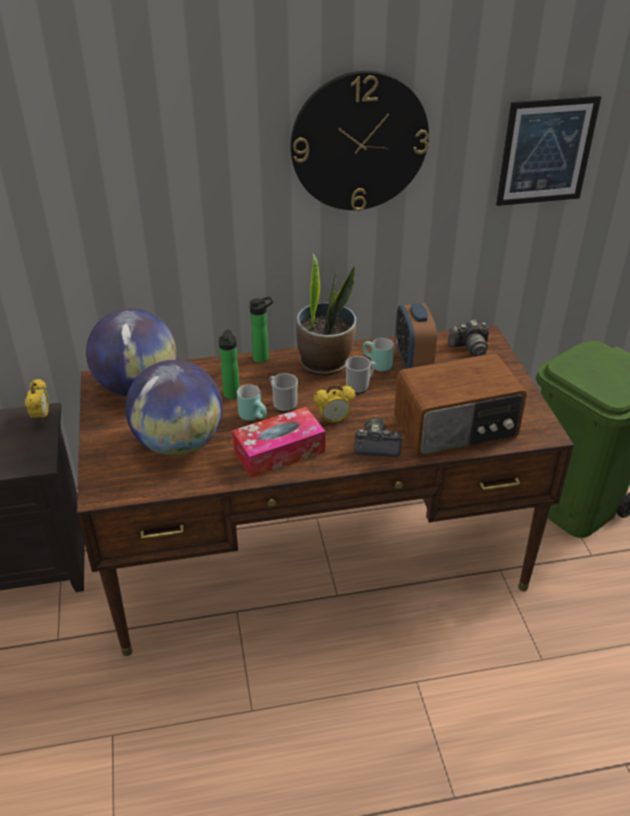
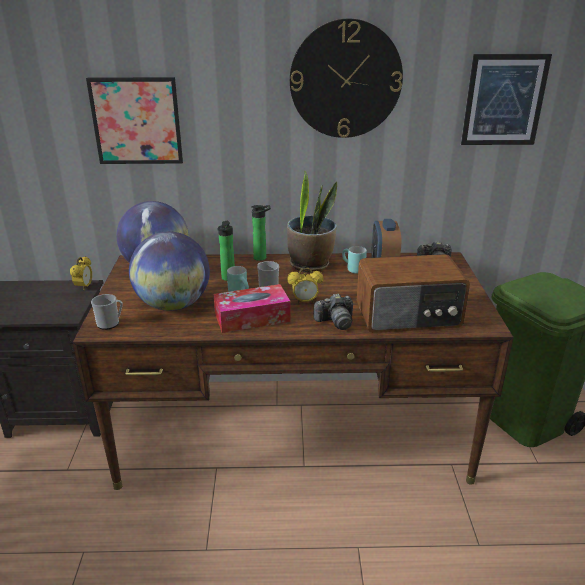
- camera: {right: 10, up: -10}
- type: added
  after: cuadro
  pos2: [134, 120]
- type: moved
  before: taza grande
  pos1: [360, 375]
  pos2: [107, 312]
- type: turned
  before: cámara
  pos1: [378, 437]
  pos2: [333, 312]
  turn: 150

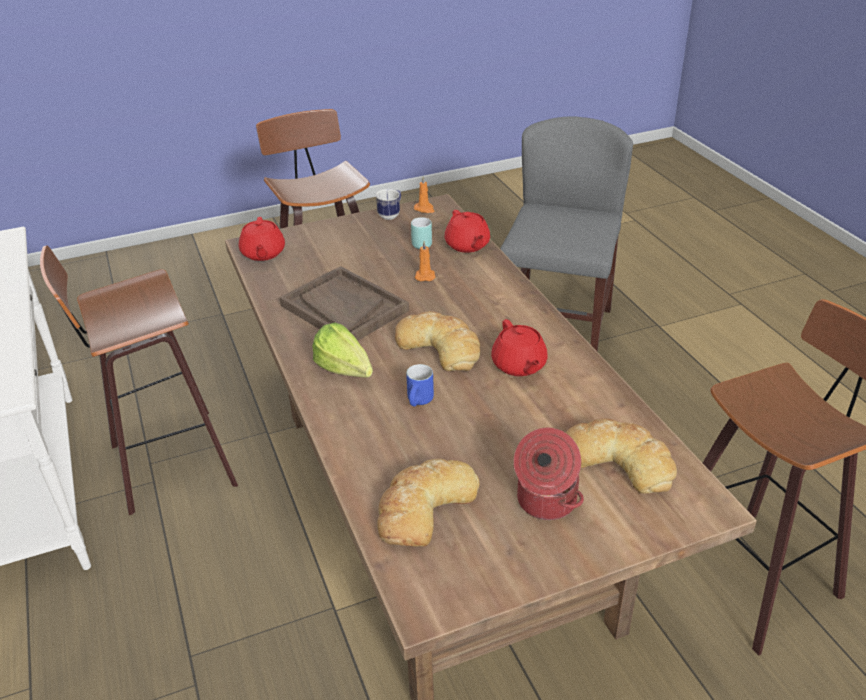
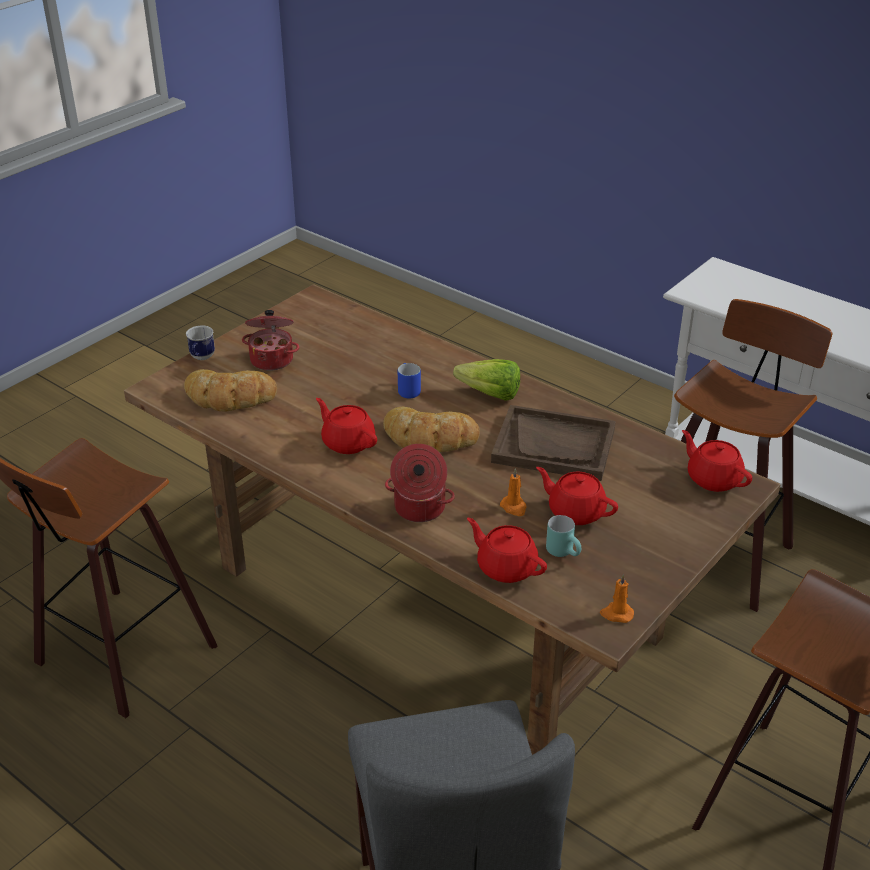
- camera: {right: 150, up: 0}
- type: moved
  before: taza grande
  pos1: [388, 204]
  pos2: [200, 342]
- type: added
  after: olla
  pos2: [420, 483]
- type: added
  after: tetera (rojo)
  pos2: [577, 496]
- type: removed
  before: pan
  pos1: [428, 503]

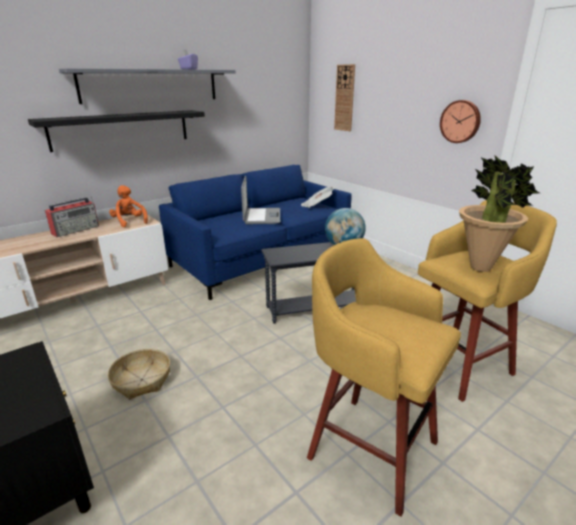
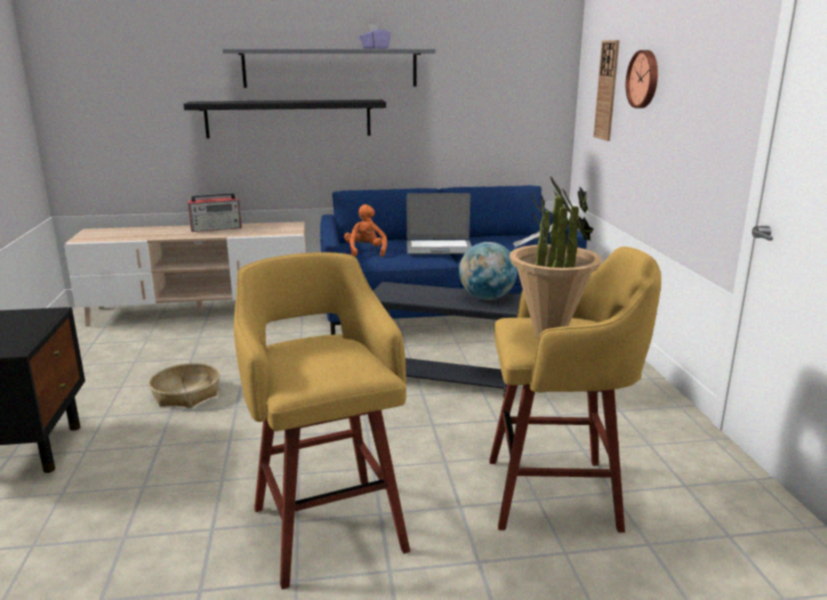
- camera: {right: 30, up: -5}
- type: moved
  before: peluche (naranja)
  pos1: [128, 206]
  pos2: [365, 230]
- type: turned
  before: portátil
  pos1: [260, 200]
  pos2: [439, 223]
  turn: 60
- type: moved
  before: reloj de pared
  pos1: [460, 121]
  pos2: [642, 79]

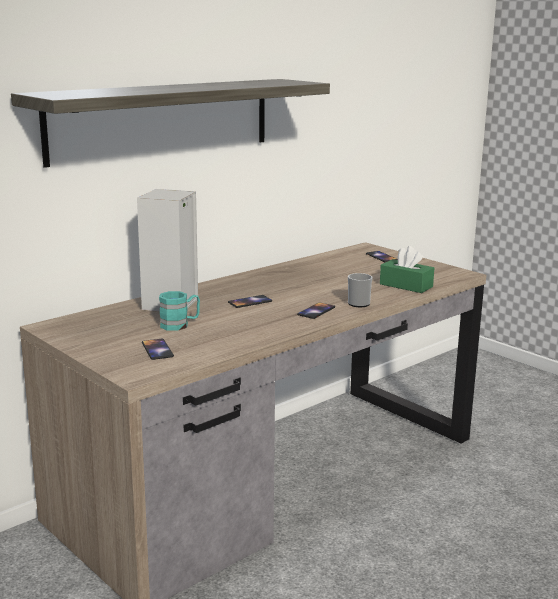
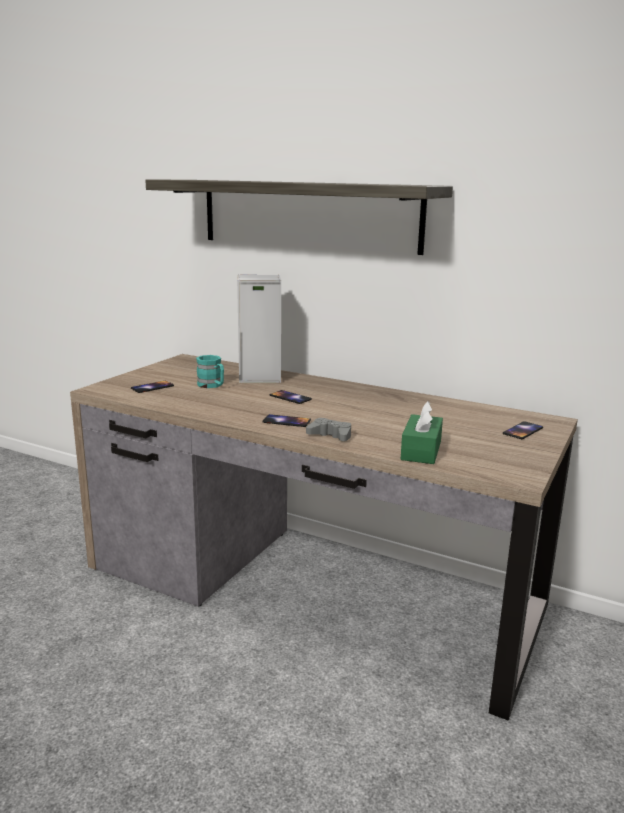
- camera: {right: 70, up: 0}
- type: replaced
  before: taza grande
  after: mando de consola (gris)
  pos1: [360, 290]
  pos2: [328, 429]

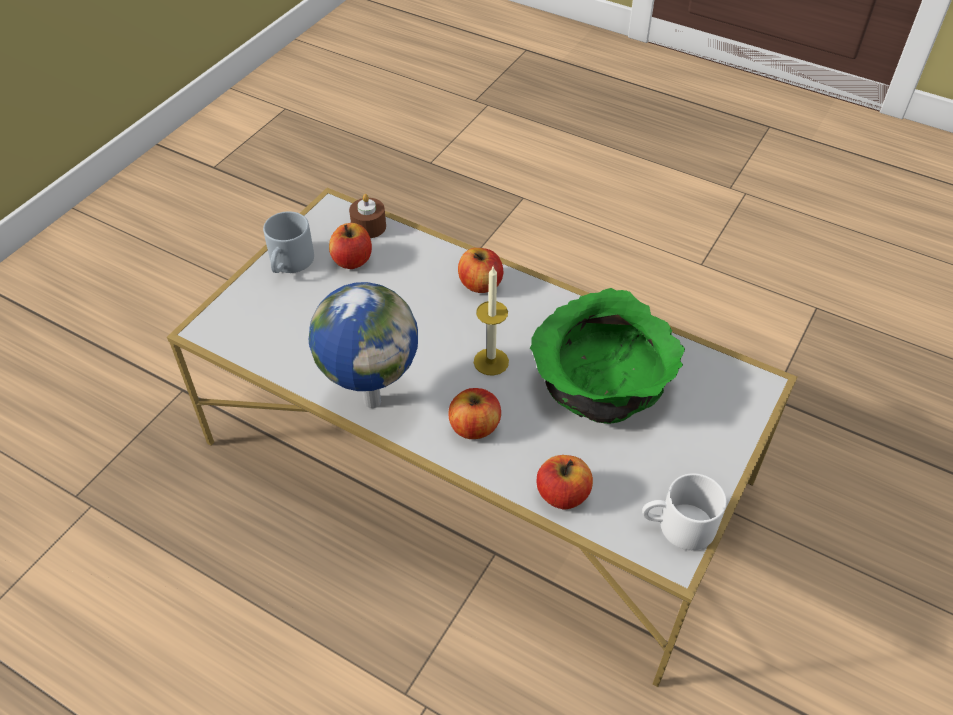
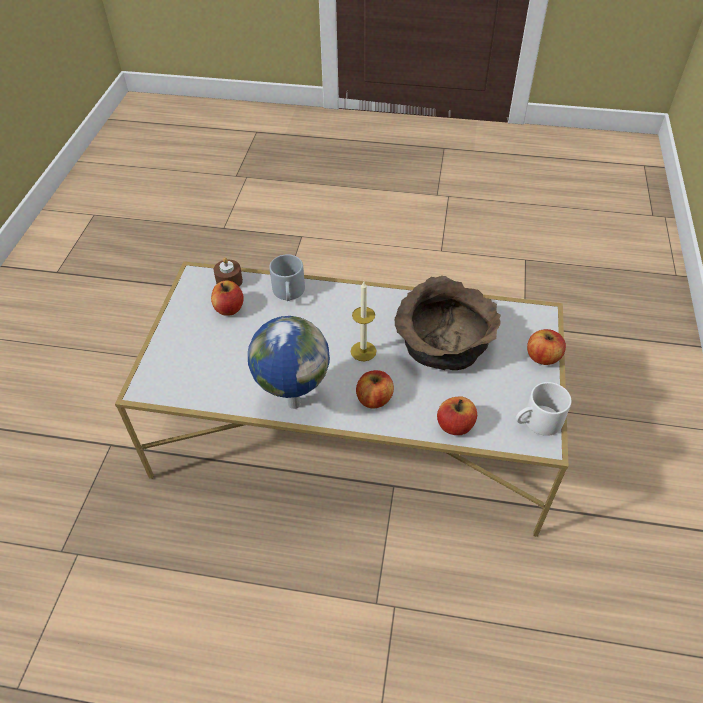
- camera: {right: -20, up: 0}
- type: moved
  before: taza grande (gris)
  pos1: [288, 242]
  pos2: [287, 277]
- type: recoloured
  before: cuenco (verde)
  after: cuenco (marrón)
  pos1: [607, 356]
  pos2: [448, 323]
- type: moved
  before: manzana
  pos1: [480, 270]
  pos2: [546, 347]

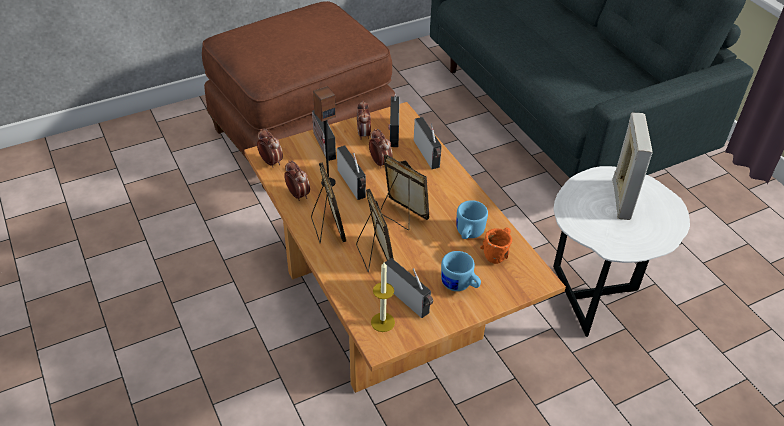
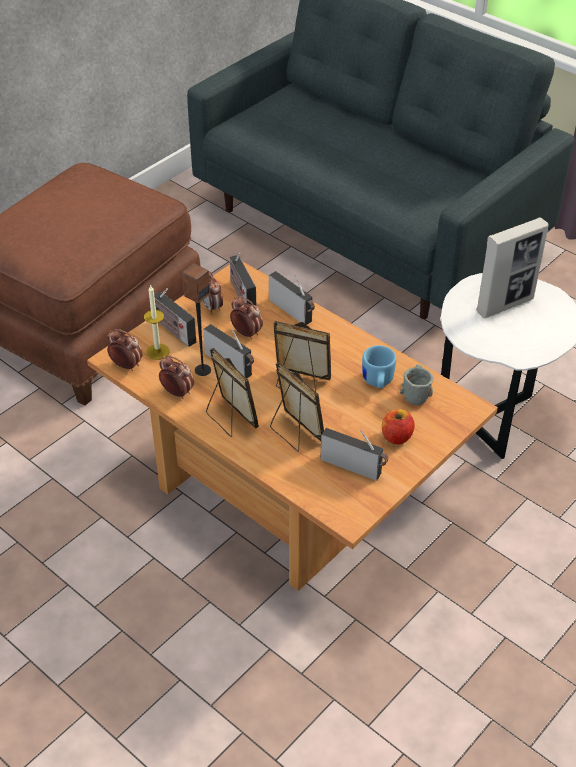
- camera: {right: -20, up: 0}
- type: moved
  before: vela
  pos1: [383, 297]
  pos2: [156, 322]
- type: replaced
  before: taza grande (azul)
  after: manzana
  pos1: [461, 271]
  pos2: [398, 426]
- type: recoloured
  before: taza grande (naranja)
  after: taza grande (gris)
  pos1: [496, 246]
  pos2: [416, 384]
- type: turned
  before: portarretratos
  pos1: [632, 166]
  pos2: [513, 267]
  turn: 75

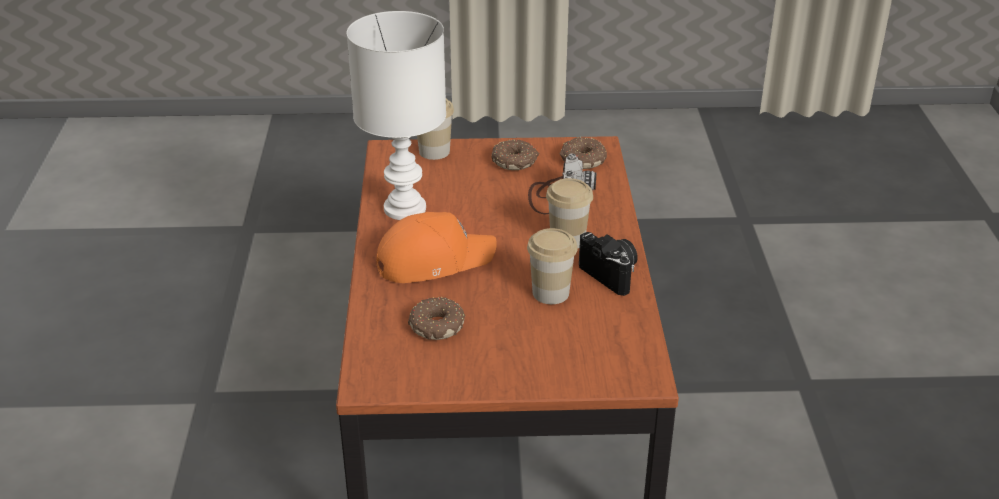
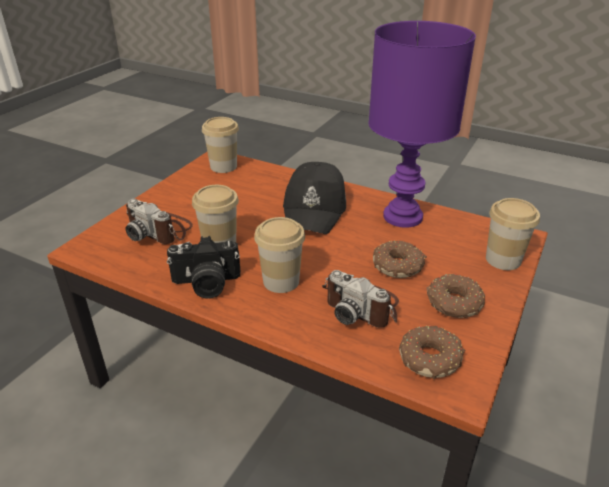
- camera: {right: 120, up: 0}
- type: added
  after: cámara
  pos2: [159, 221]
- type: added
  after: taza
  pos2: [220, 145]
- type: recoloured
  before: gorra (naranja)
  after: gorra (negro)
  pos1: [436, 247]
  pos2: [314, 198]
- type: recoloured
  before: lámpara de mesa (blanco)
  after: lámpara de mesa (morado)
  pos1: [396, 115]
  pos2: [422, 124]
- type: moved
  before: rosquilla
  pos1: [436, 318]
  pos2: [400, 259]

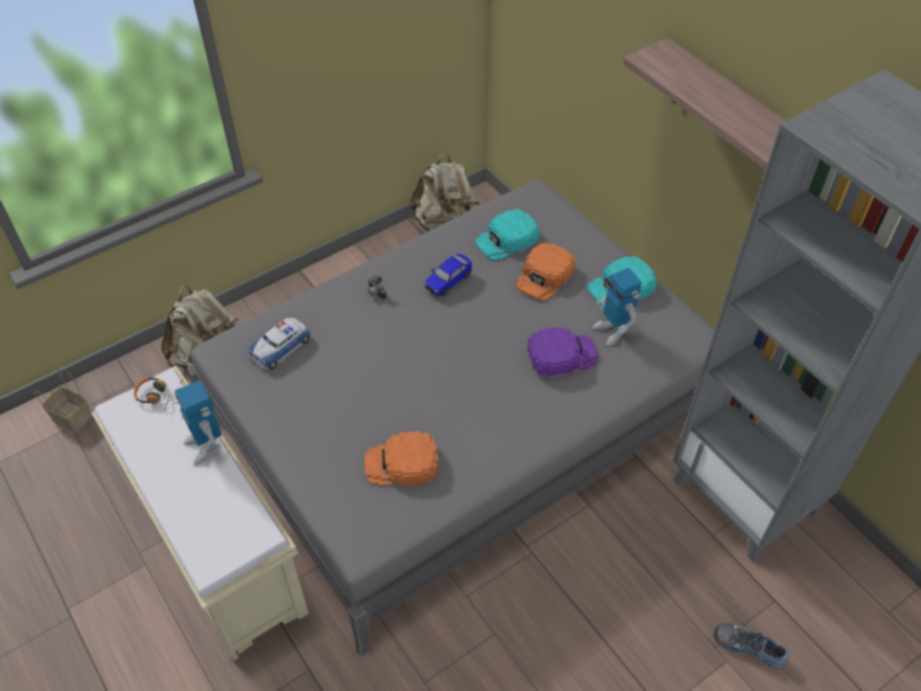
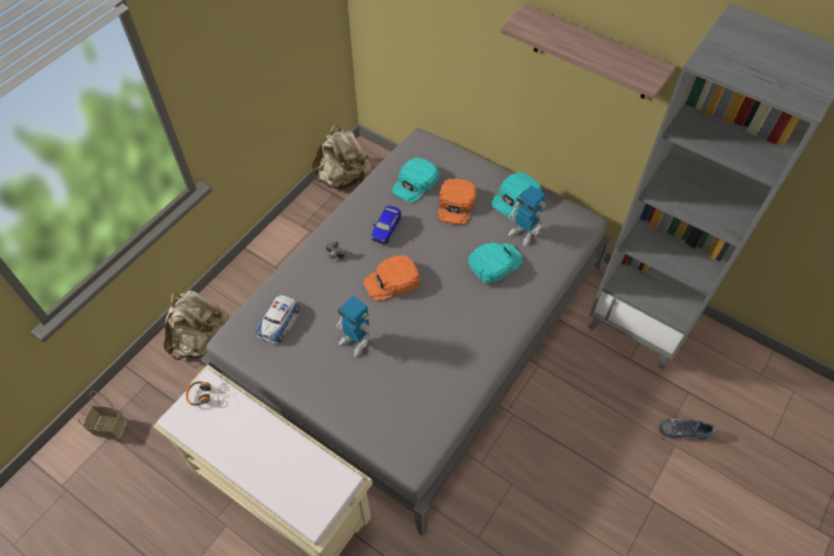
- camera: {right: -20, up: 5}
- type: moved
  before: robot de juguete
  pos1: [198, 422]
  pos2: [354, 327]
- type: moved
  before: gorra (naranja)
  pos1: [401, 459]
  pos2: [391, 278]
- type: recoloured
  before: gorra (morado)
  after: gorra (turquesa)
  pos1: [563, 352]
  pos2: [495, 263]

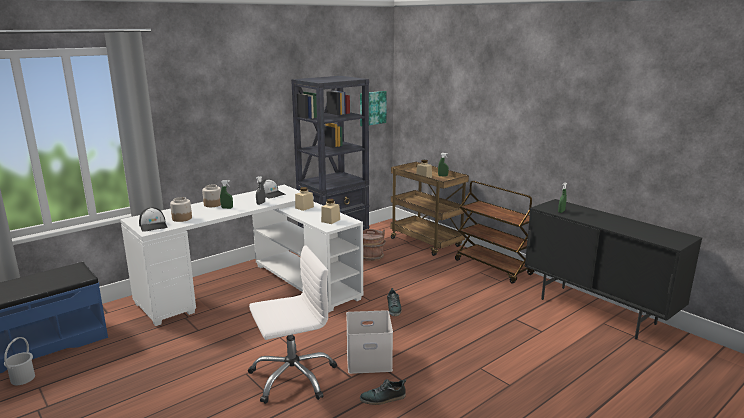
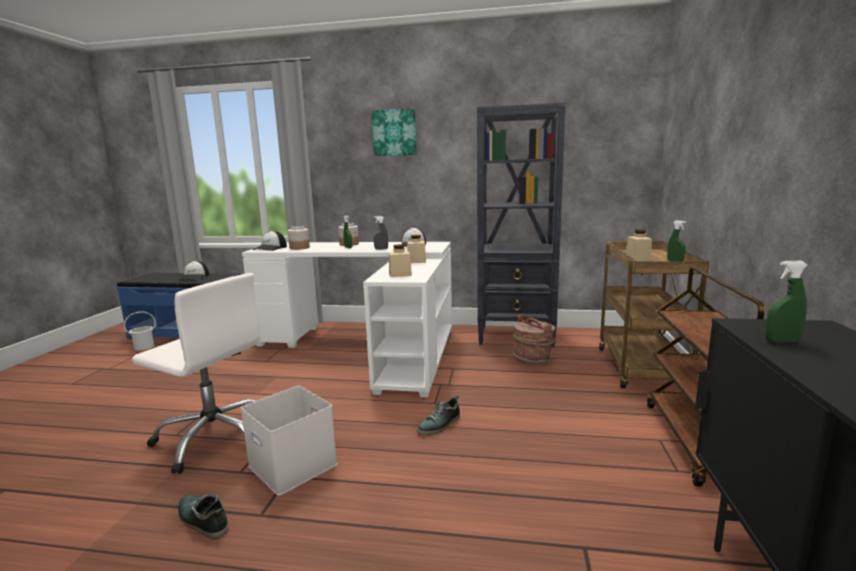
- camera: {right: 50, up: -5}
- type: added
  after: gorra
  pos2: [194, 270]
- type: moved
  before: cuadro
  pos1: [373, 108]
  pos2: [394, 132]

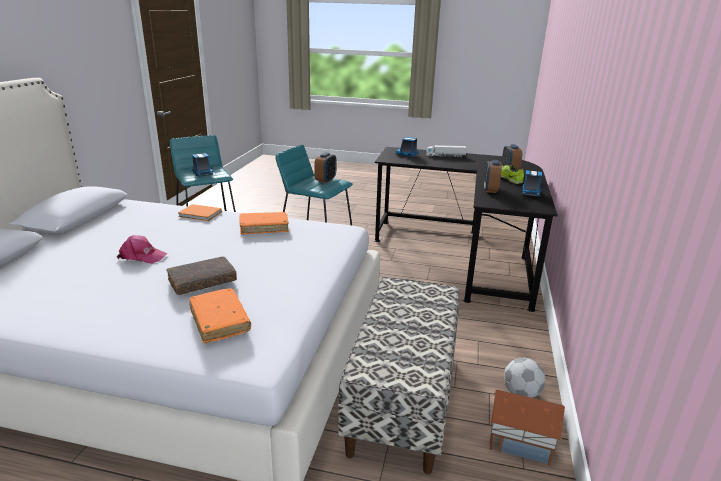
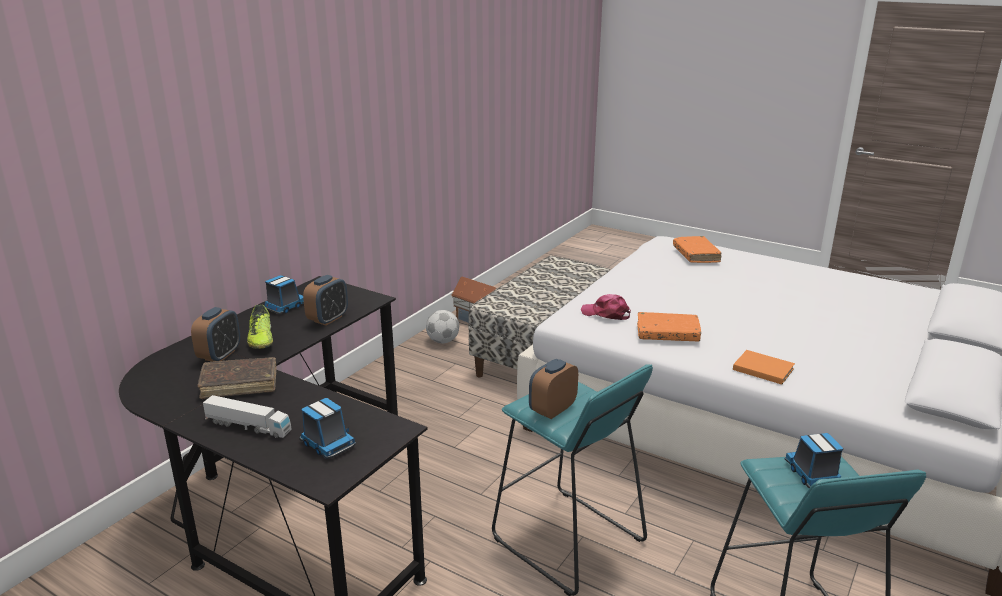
- camera: {right: -160, up: 0}
- type: moved
  before: libro (marrón)
  pos1: [201, 275]
  pos2: [236, 378]
- type: moved
  before: gorra (rosa)
  pos1: [142, 249]
  pos2: [606, 307]

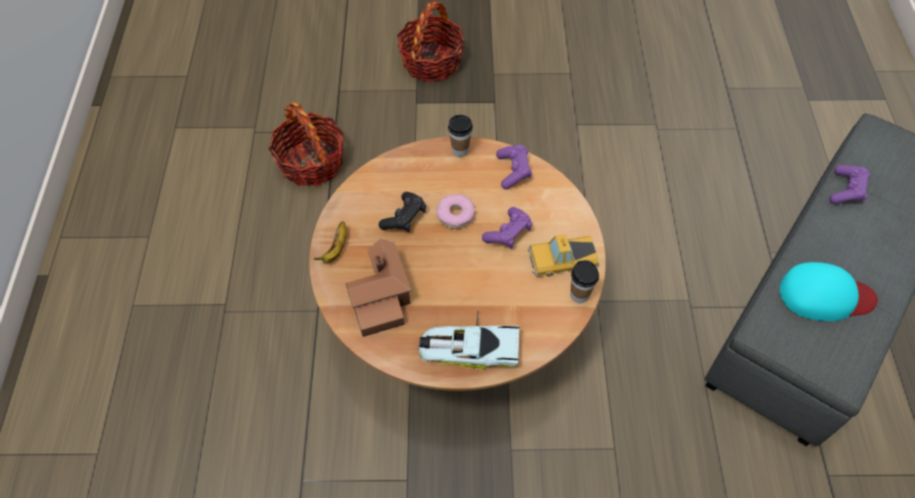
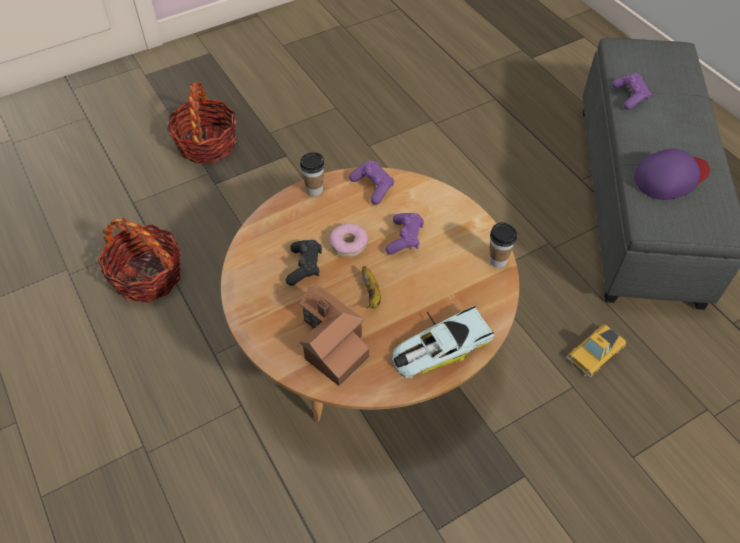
- camera: {right: -30, up: -5}
- type: moved
  before: plátano
  pos1: [330, 242]
  pos2: [371, 287]
- type: moved
  before: coche de juguete
  pos1: [563, 255]
  pos2: [596, 351]
- type: recoloured
  before: gorra (turquesa)
  after: gorra (morado)
  pos1: [829, 291]
  pos2: [672, 174]

